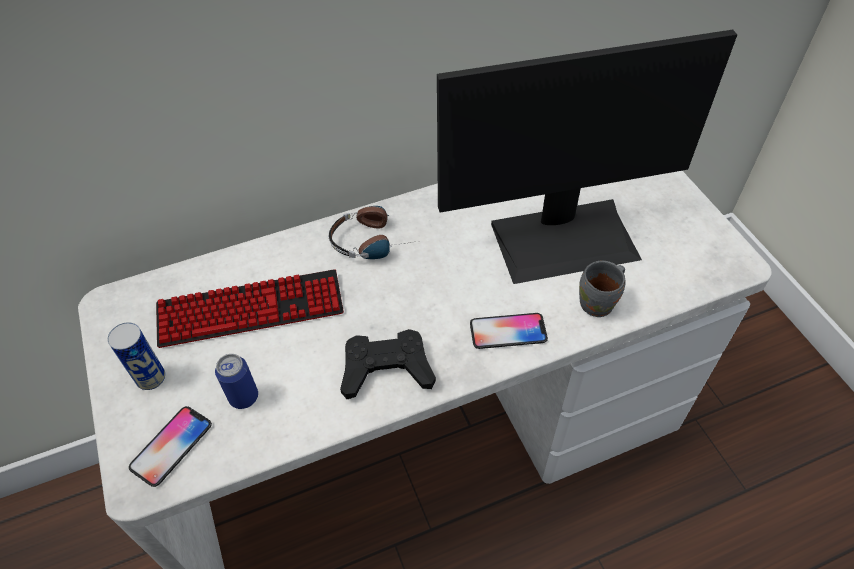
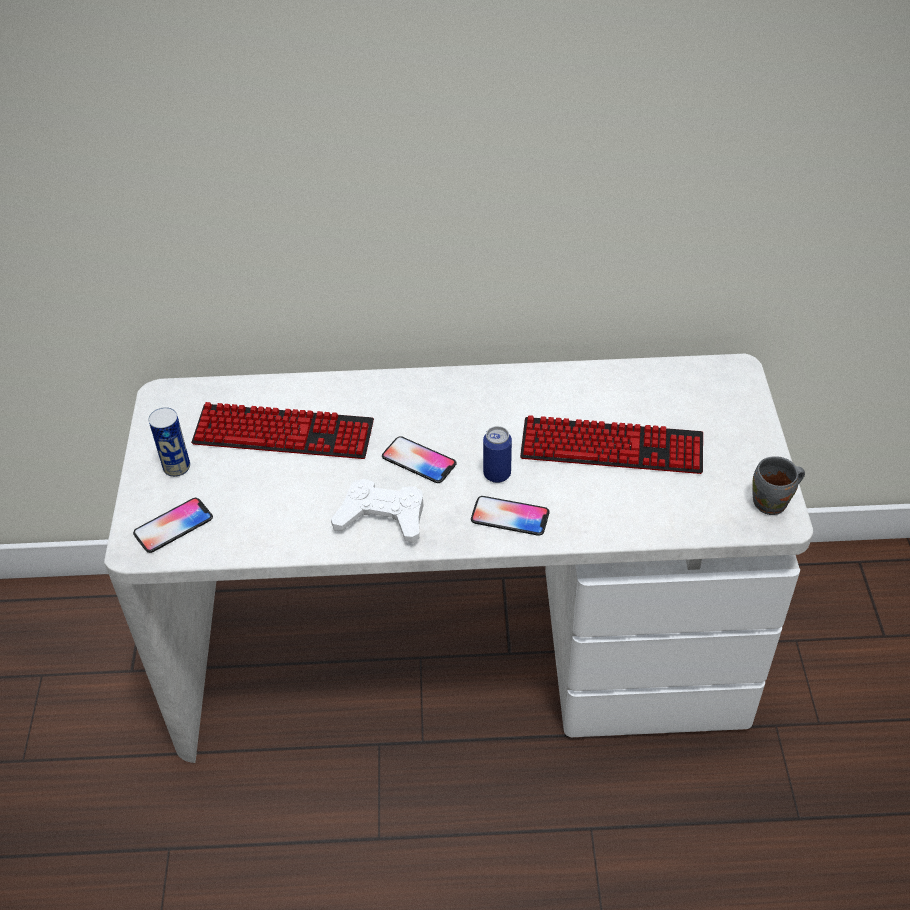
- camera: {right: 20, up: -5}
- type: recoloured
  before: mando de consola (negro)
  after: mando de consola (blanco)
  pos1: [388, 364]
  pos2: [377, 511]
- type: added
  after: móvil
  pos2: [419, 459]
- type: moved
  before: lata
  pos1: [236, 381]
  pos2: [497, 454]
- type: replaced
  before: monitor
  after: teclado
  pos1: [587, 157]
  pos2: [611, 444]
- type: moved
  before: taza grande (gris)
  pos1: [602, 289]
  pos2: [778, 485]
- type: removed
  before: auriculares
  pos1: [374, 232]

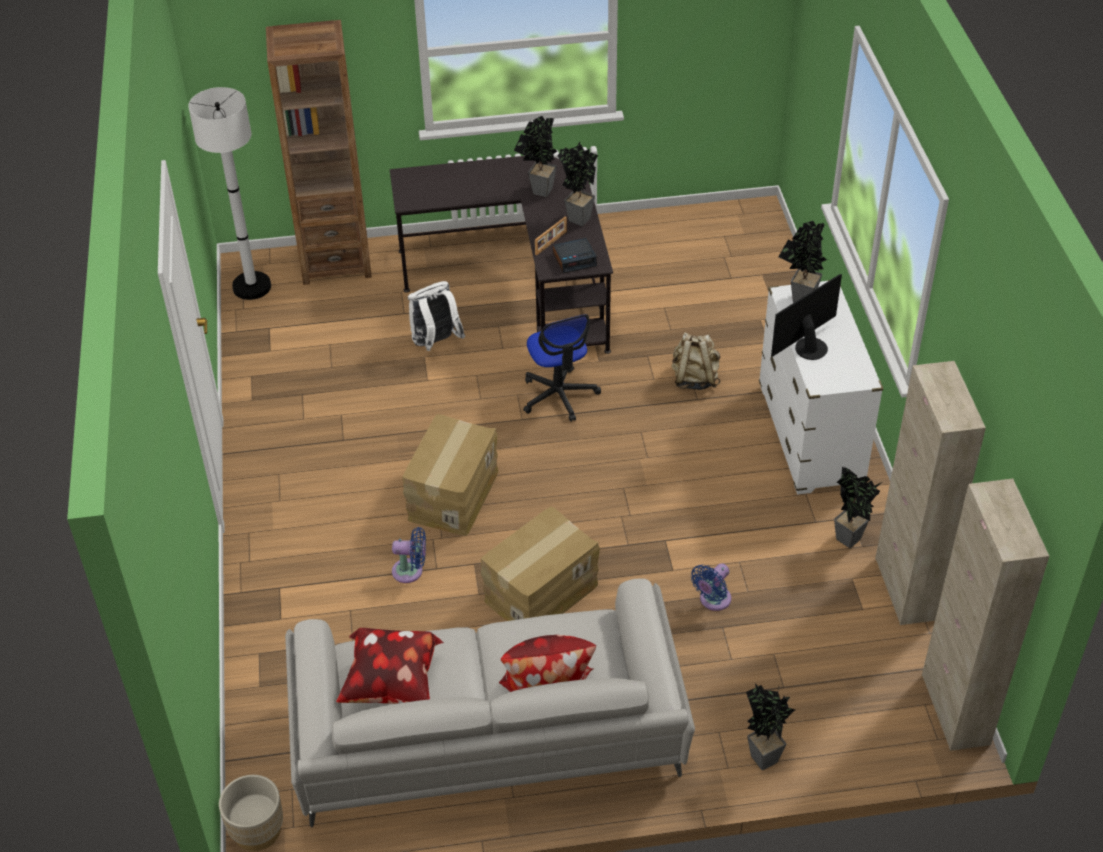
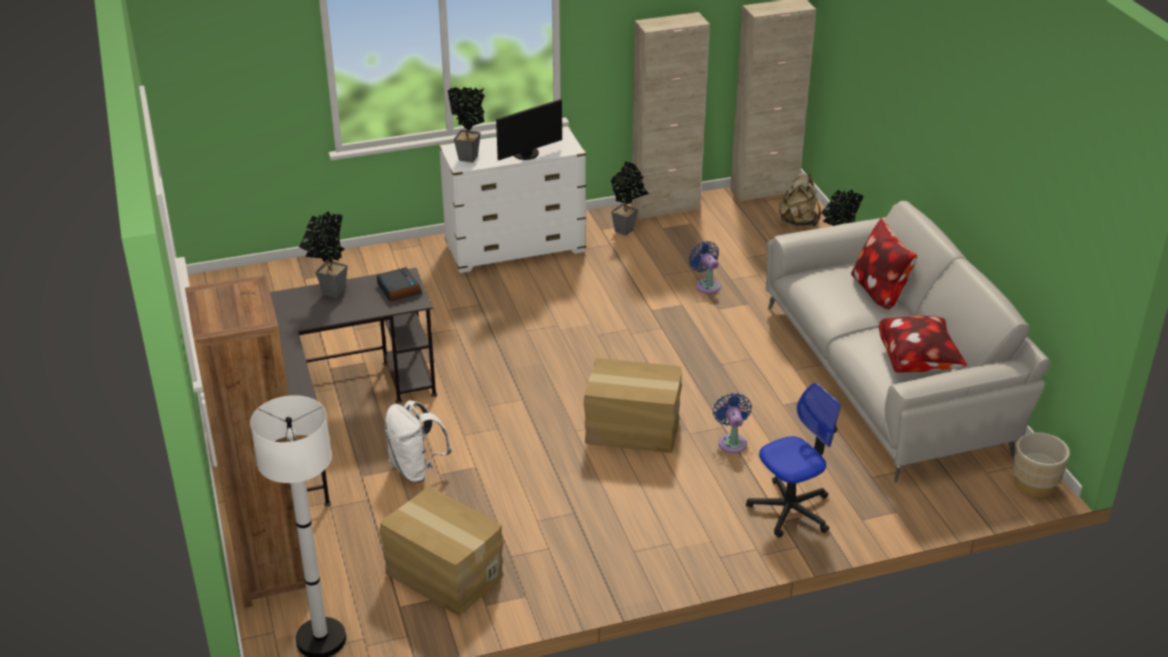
- camera: {right: -100, up: -10}
- type: moved
  before: caja de cartón
  pos1: [540, 563]
  pos2: [441, 550]
- type: turned
  before: monitor
  pos1: [806, 317]
  pos2: [529, 129]
  turn: -75
- type: turned
  before: ventilador (azul)
  pos1: [711, 587]
  pos2: [705, 267]
  turn: -150
- type: moved
  before: silla de oficina
  pos1: [562, 368]
  pos2: [793, 460]
- type: moved
  before: mochila (beis)
  pos1: [696, 361]
  pos2: [799, 200]
- type: removed
  before: planta en maceta
  pos1: [535, 156]
- type: removed
  before: portarretratos
  pos1: [551, 235]

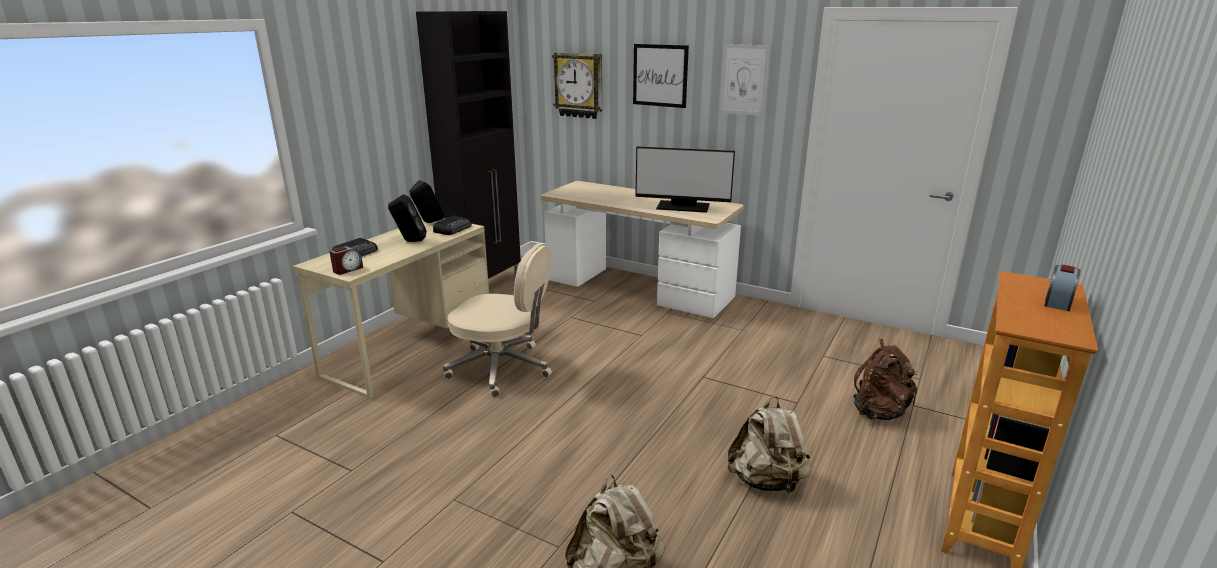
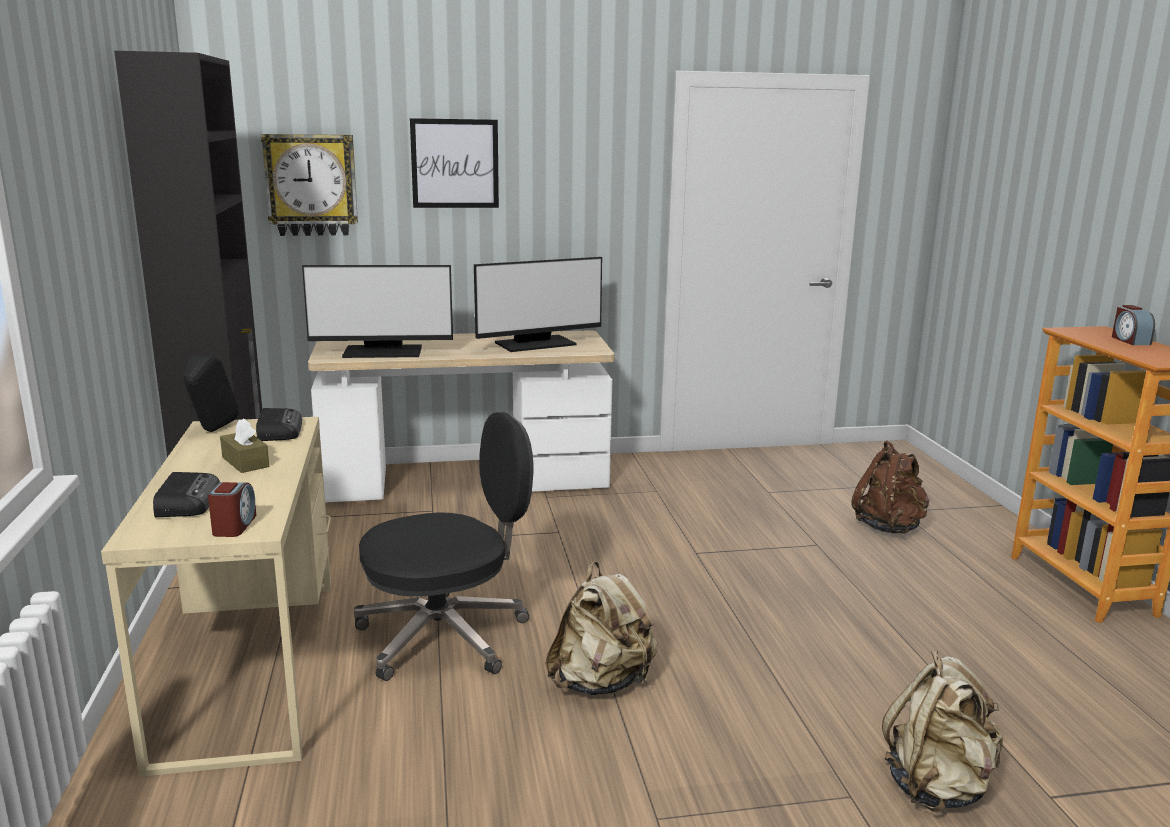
- camera: {right: -40, up: -5}
- type: replaced
  before: altavoz (negro)
  after: caja de pañuelos (marrón)
  pos1: [407, 218]
  pos2: [244, 445]
- type: added
  after: monitor
  pos2: [377, 311]
- type: recoloured
  before: silla de oficina (beis)
  after: silla de oficina (negro)
  pos1: [497, 320]
  pos2: [443, 546]
- type: moved
  before: mochila (beis)
  pos1: [769, 445]
  pos2: [601, 628]
- type: removed
  before: cuadro
  pos1: [745, 80]

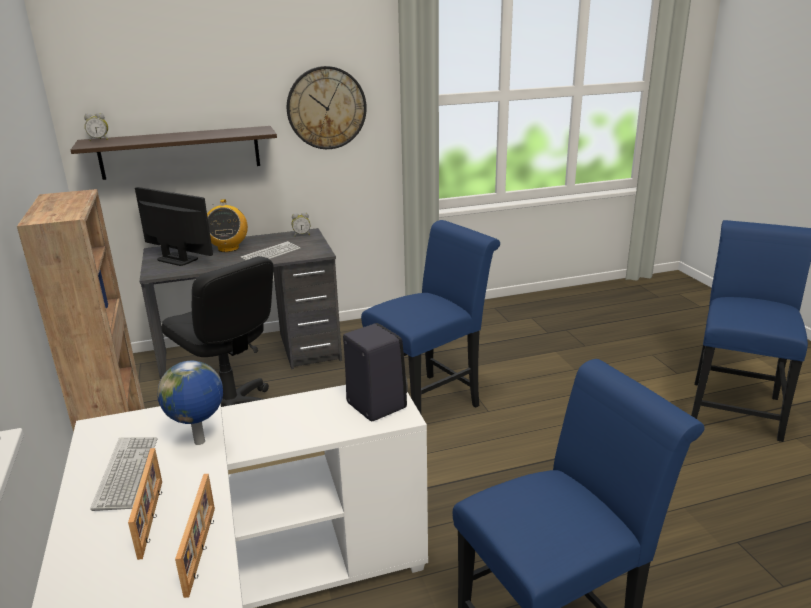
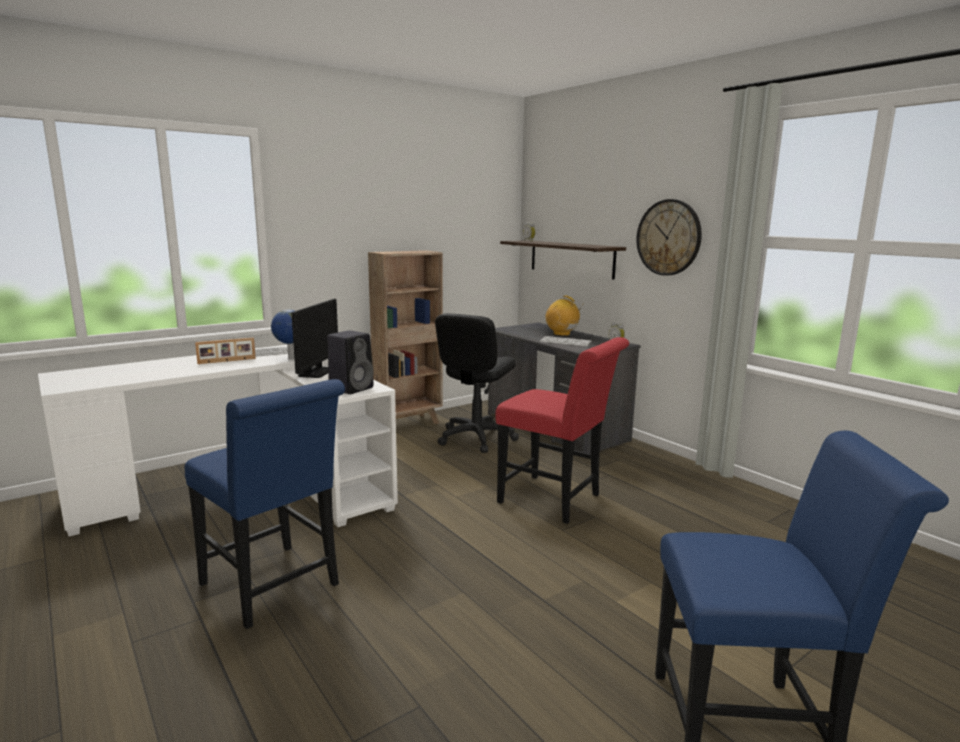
- camera: {right: 70, up: -10}
- type: moved
  before: monitor
  pos1: [174, 226]
  pos2: [314, 338]
- type: recoloured
  before: silla (azul)
  after: silla (rojo)
  pos1: [430, 317]
  pos2: [562, 430]
- type: turned
  before: radio
  pos1: [227, 225]
  pos2: [563, 316]
  turn: 75
- type: removed
  before: portarretratos
  pos1: [195, 536]

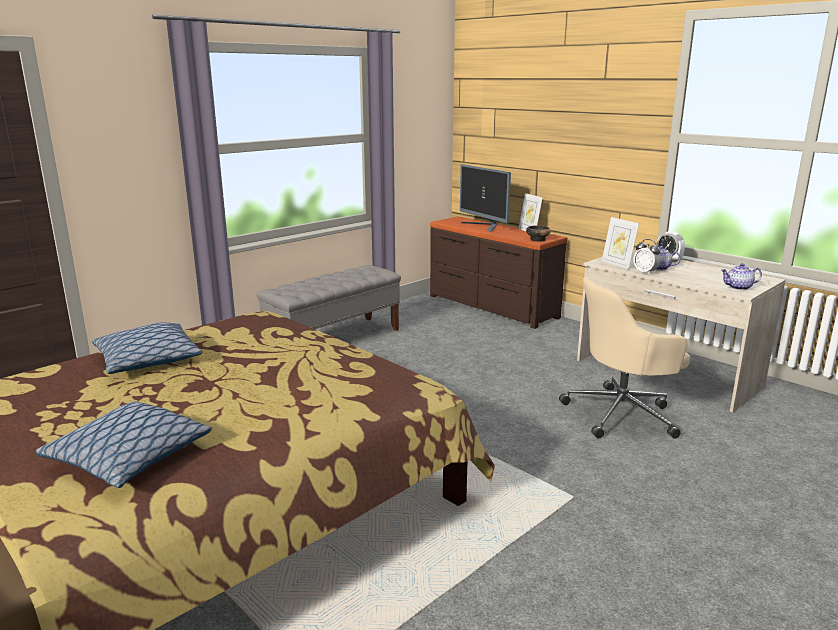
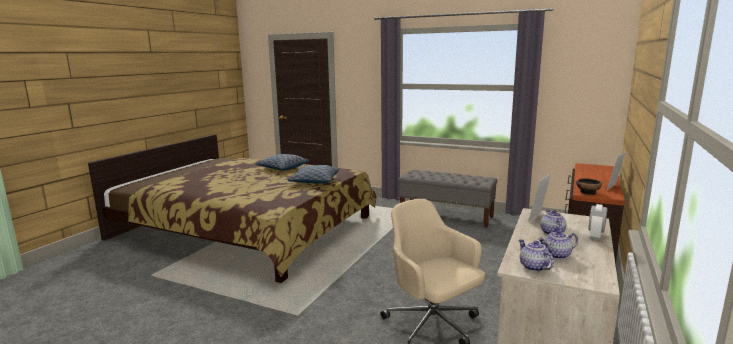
- camera: {right: 70, up: -5}
- type: moved
  before: cojín
  pos1: [124, 444]
  pos2: [313, 174]
- type: added
  after: tetera
  pos2: [558, 244]
- type: removed
  before: monitor
  pos1: [485, 198]
- type: removed
  before: despertador
  pos1: [647, 257]

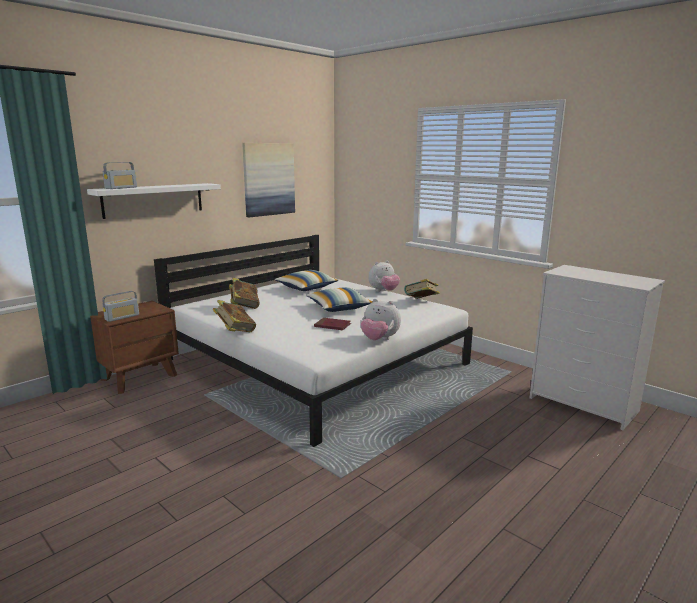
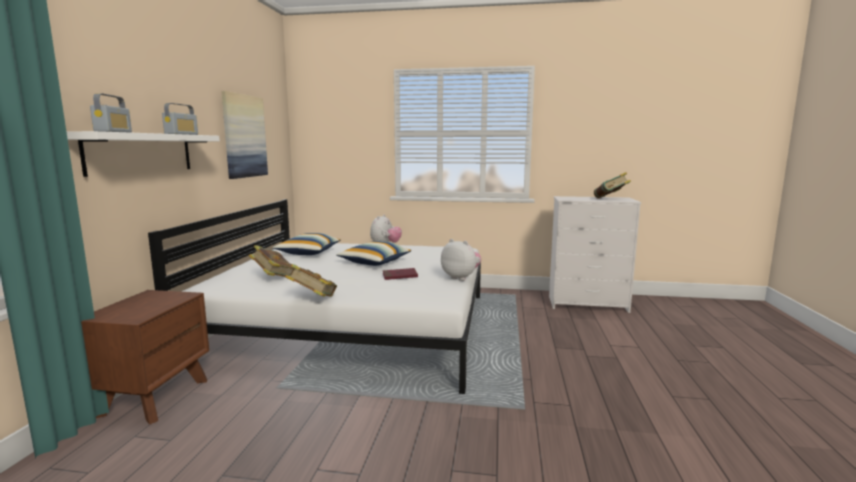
- camera: {right: -35, up: -5}
- type: moved
  before: radio
  pos1: [120, 306]
  pos2: [180, 119]
- type: turned
  before: peluche
  pos1: [381, 319]
  pos2: [461, 260]
  turn: -135
- type: moved
  before: libro
  pos1: [422, 289]
  pos2: [612, 185]

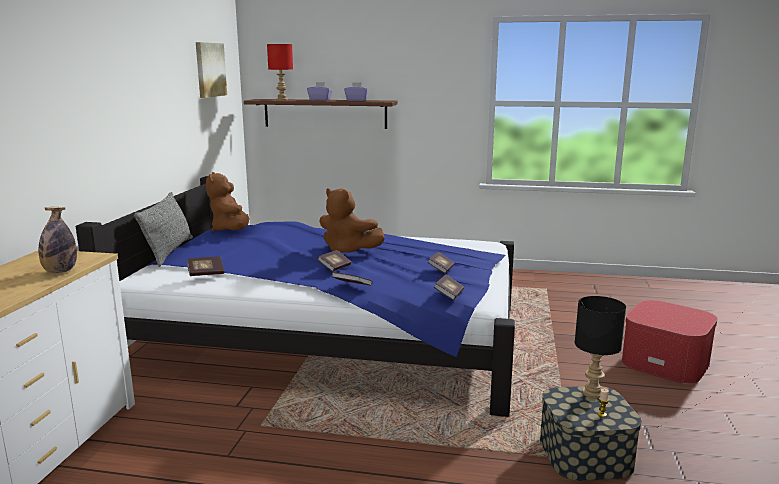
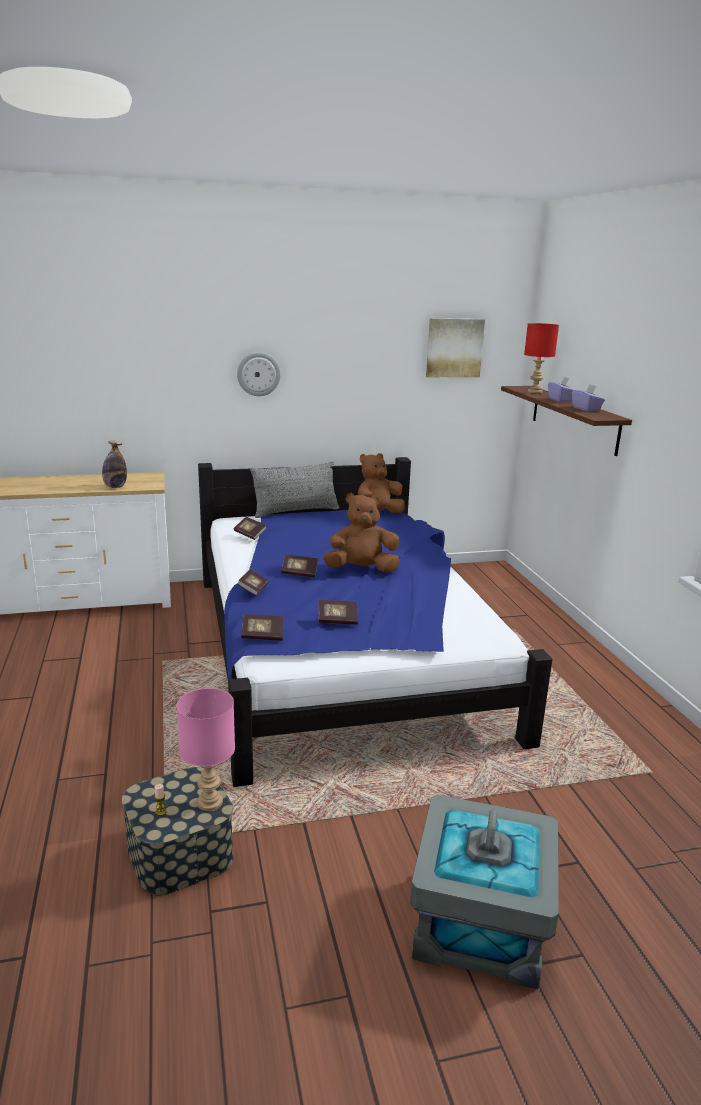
- camera: {right: 65, up: 5}
- type: recoloured
  before: lámpara de mesa (negro)
  after: lámpara de mesa (rosa)
  pos1: [600, 347]
  pos2: [206, 749]
- type: added
  after: reloj de pared
  pos2: [259, 374]
- type: turned
  before: peluche (marrón)
  pos1: [352, 220]
  pos2: [361, 533]
  turn: 75
- type: replaced
  before: puf
  after: caja de almacenaje (gris)
  pos1: [669, 342]
  pos2: [484, 892]

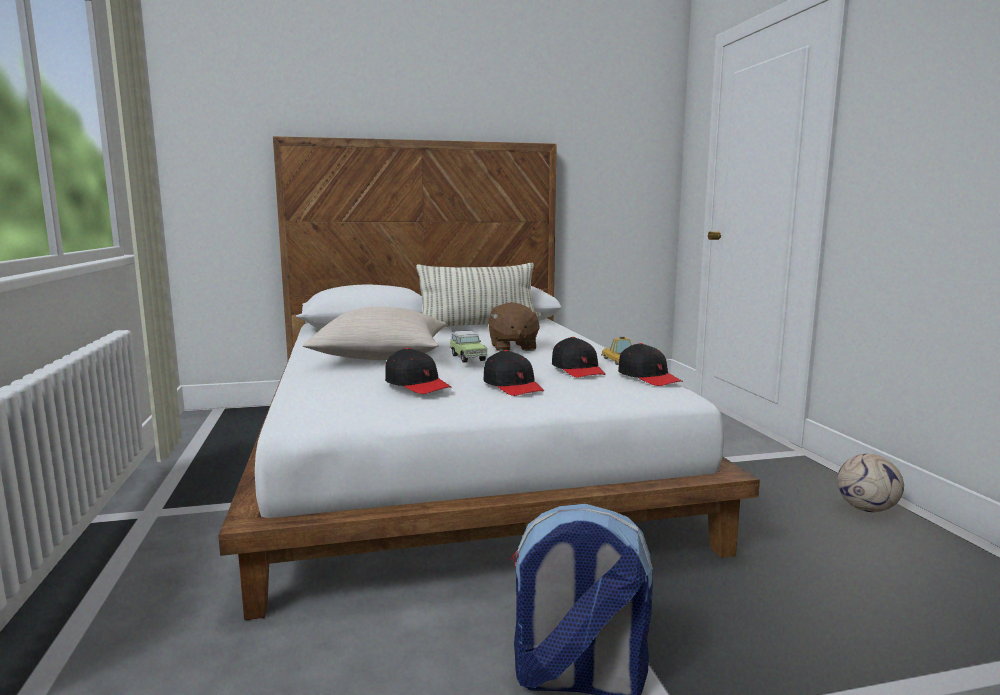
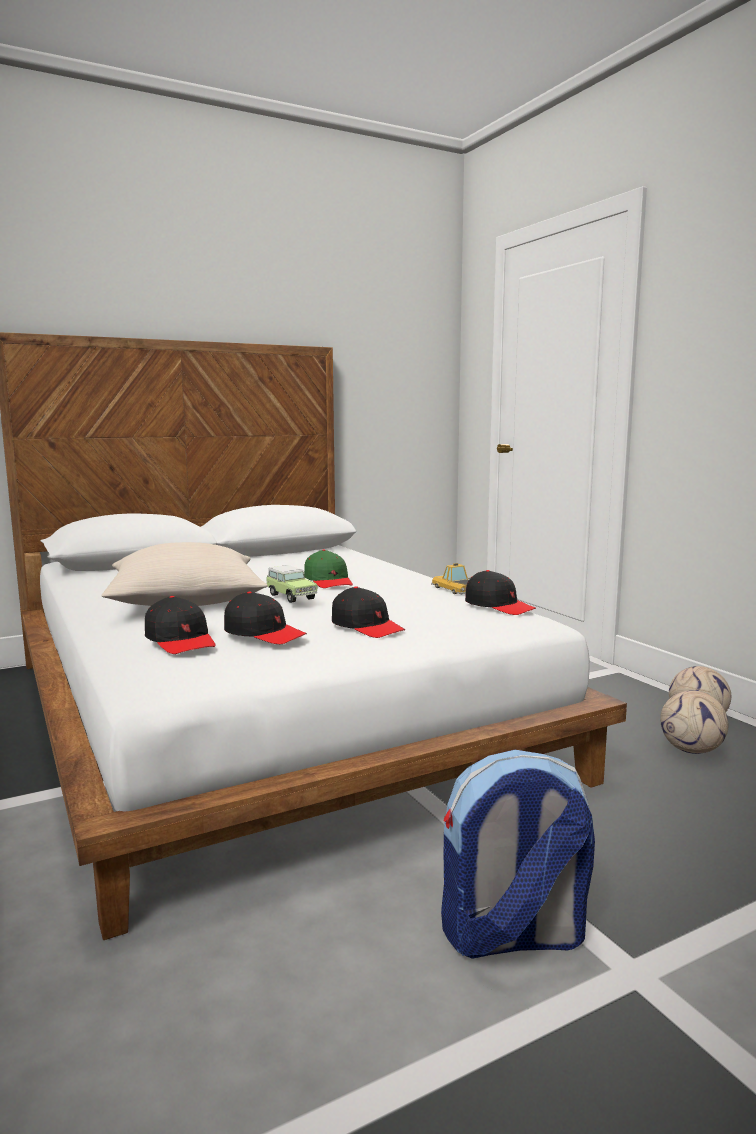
- camera: {right: -15, up: 0}
- type: moved
  before: gorra (negro)
  pos1: [579, 357]
  pos2: [180, 625]
- type: replaced
  before: peluche (marrón)
  after: gorra (verde)
  pos1: [515, 326]
  pos2: [328, 568]
- type: added
  after: balón de fútbol
  pos2: [694, 722]
- type: removed
  before: cojín
  pos1: [475, 295]

